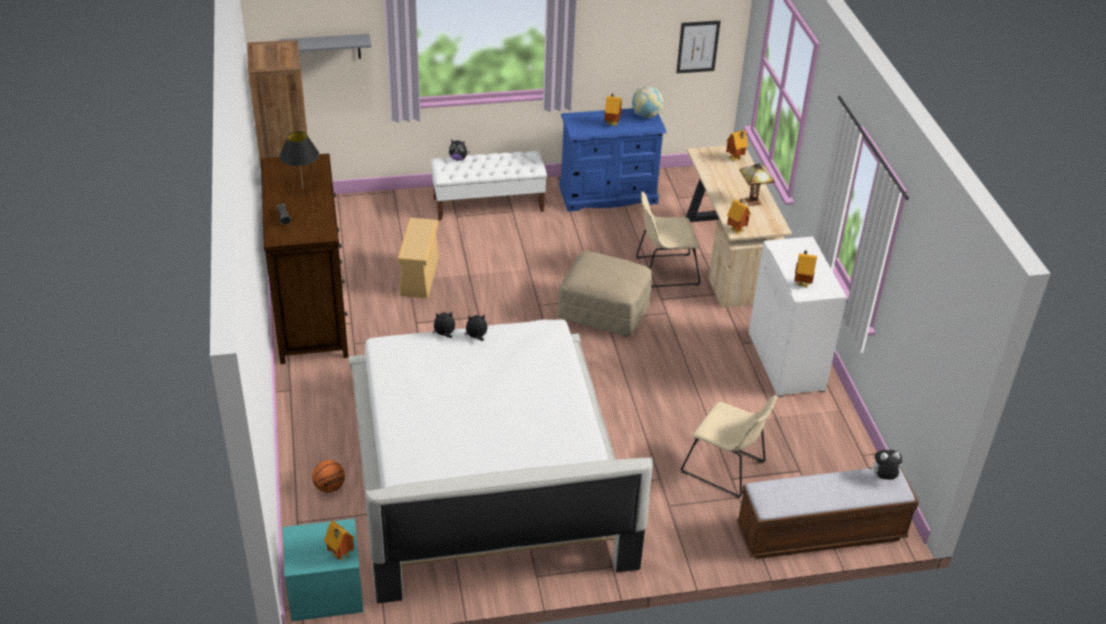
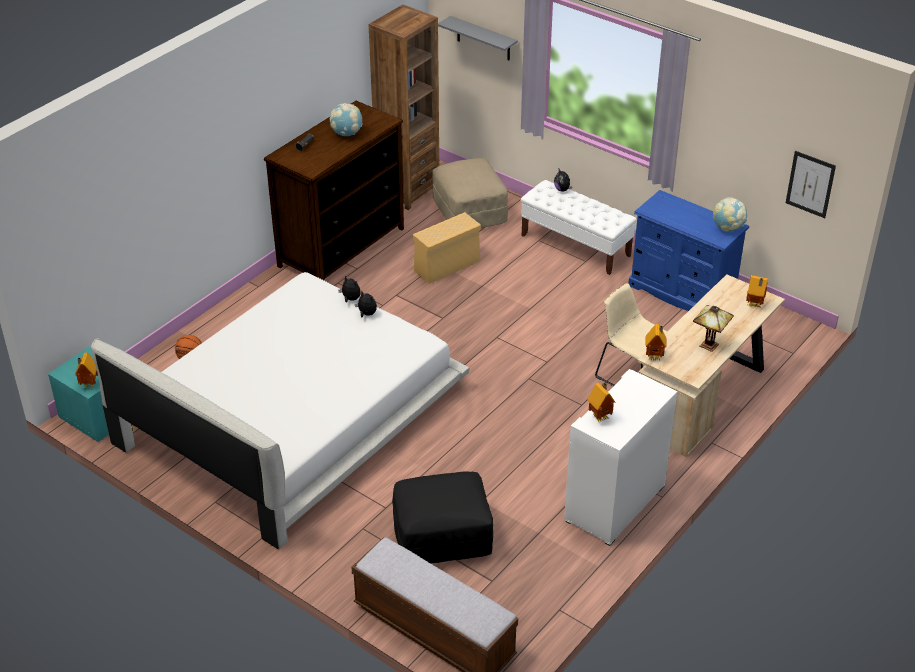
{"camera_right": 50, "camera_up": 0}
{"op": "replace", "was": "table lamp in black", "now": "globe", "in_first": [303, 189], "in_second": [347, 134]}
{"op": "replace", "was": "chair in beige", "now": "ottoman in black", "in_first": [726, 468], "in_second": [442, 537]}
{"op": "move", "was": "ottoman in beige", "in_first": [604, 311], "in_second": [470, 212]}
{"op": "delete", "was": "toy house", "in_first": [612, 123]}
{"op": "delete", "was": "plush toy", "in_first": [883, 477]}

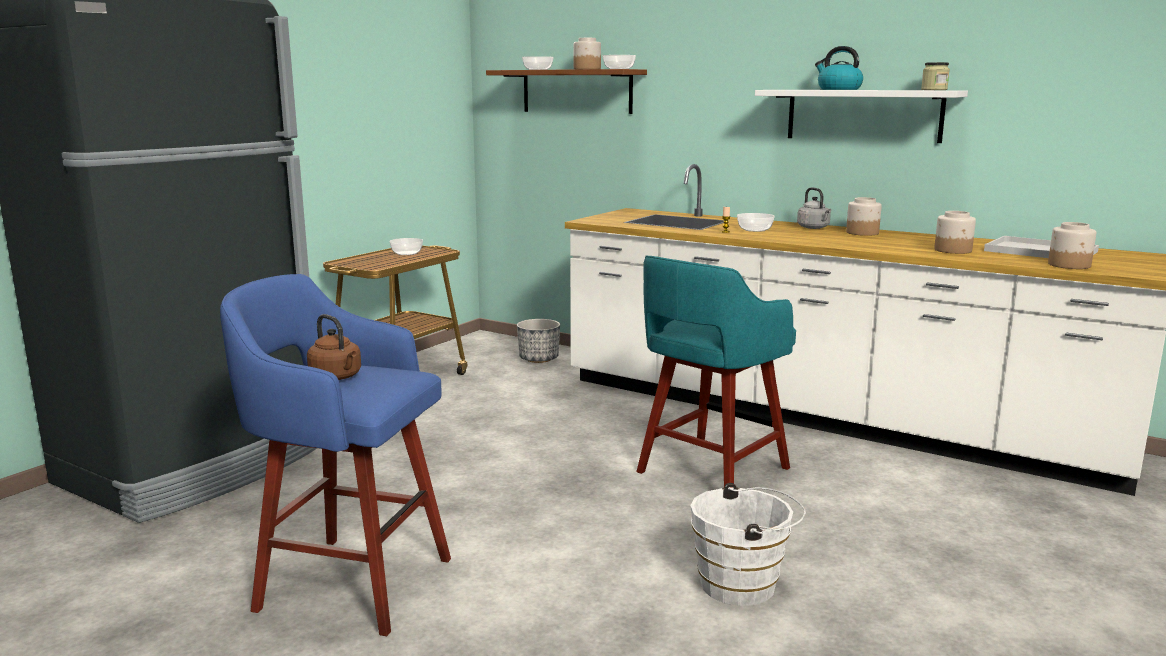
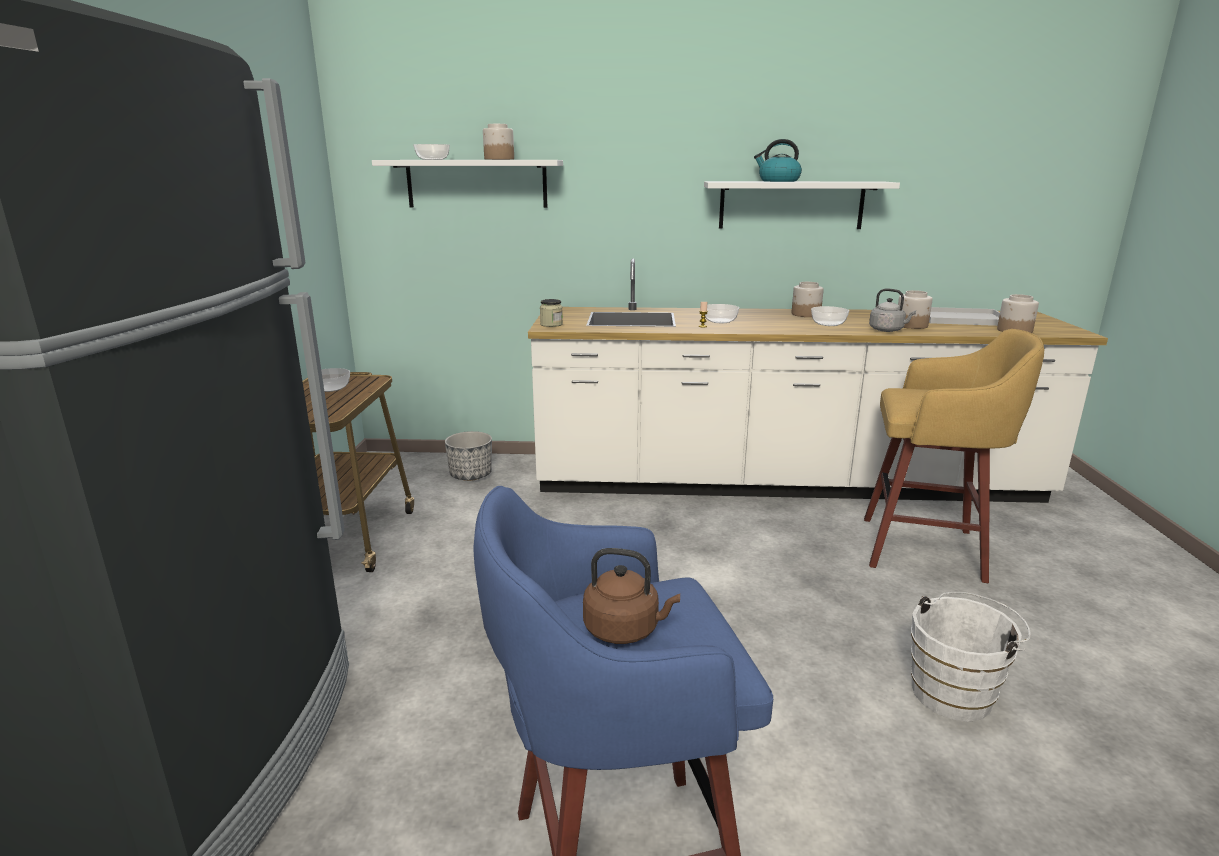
{"camera_right": -30, "camera_up": 5}
{"op": "recolor", "was": "shelf in brown", "now": "shelf in white", "in_first": [576, 91], "in_second": [477, 184]}
{"op": "move", "was": "jar", "in_first": [934, 90], "in_second": [551, 324]}
{"op": "move", "was": "bowl", "in_first": [619, 69], "in_second": [829, 324]}
{"op": "insert", "now": "stool in yellow", "in_second": [926, 549]}
{"op": "move", "was": "kettle in grey", "in_first": [814, 228], "in_second": [888, 330]}
{"op": "delete", "was": "stool in turquoise", "in_first": [710, 471]}

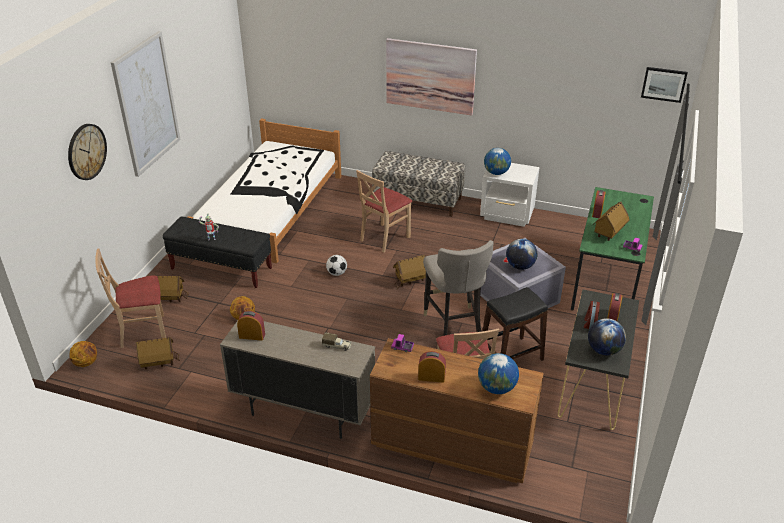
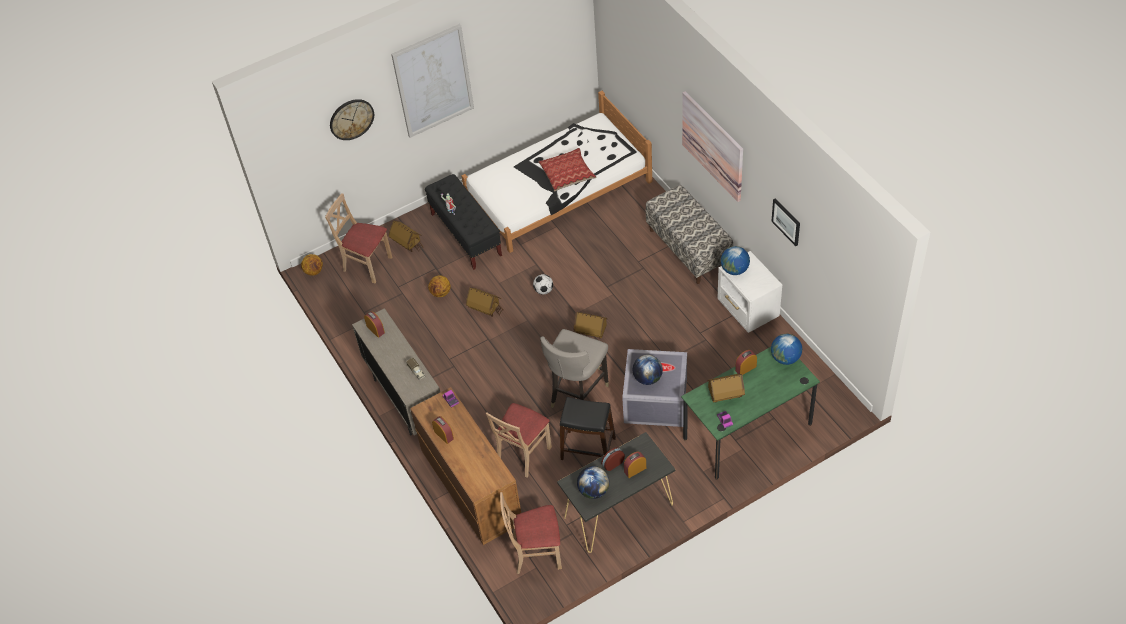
{"camera_right": 45, "camera_up": 15}
{"op": "move", "was": "toy house", "in_first": [159, 363], "in_second": [485, 309]}
{"op": "move", "was": "chair in beige", "in_first": [384, 238], "in_second": [536, 553]}
{"op": "insert", "now": "pillow", "in_second": [567, 174]}
{"op": "move", "was": "picture", "in_first": [663, 84], "in_second": [786, 221]}
{"op": "move", "was": "globe", "in_first": [496, 388], "in_second": [785, 358]}

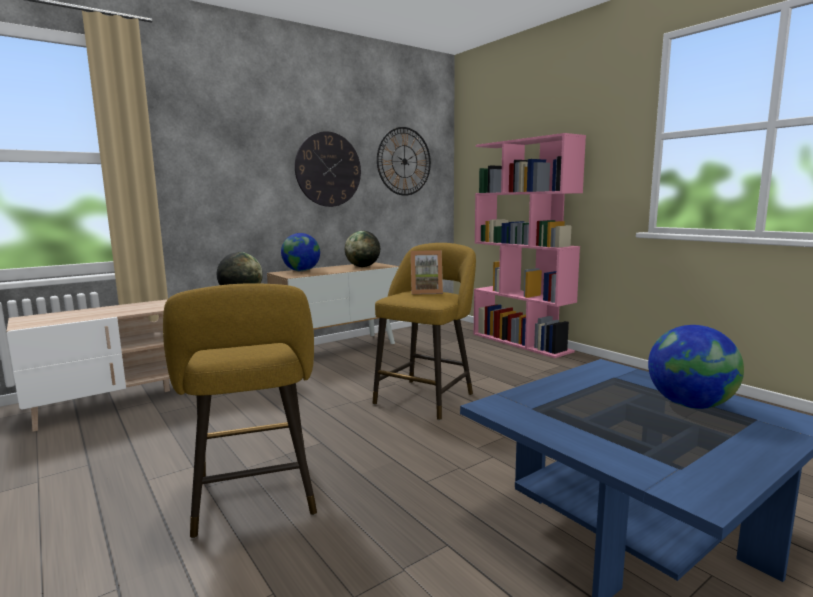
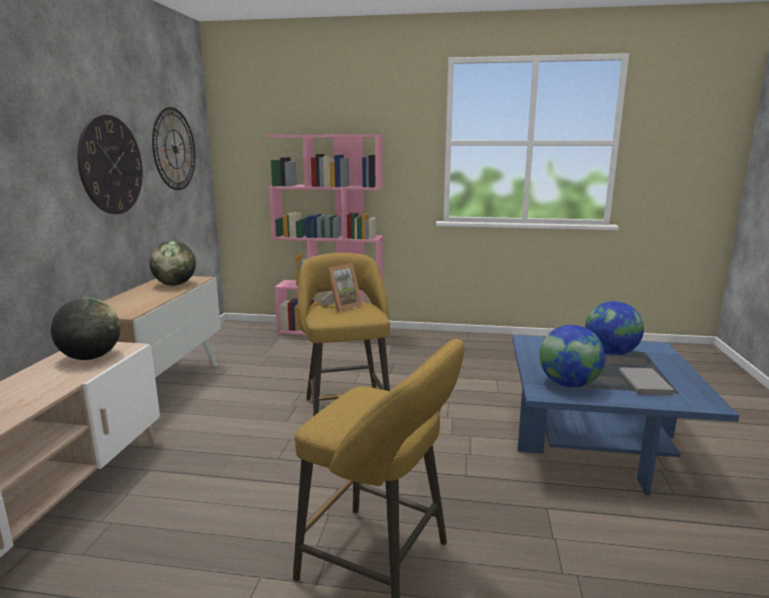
{"camera_right": -45, "camera_up": 5}
{"op": "move", "was": "globe", "in_first": [301, 271], "in_second": [568, 384]}
{"op": "insert", "now": "book in grey", "in_second": [645, 383]}

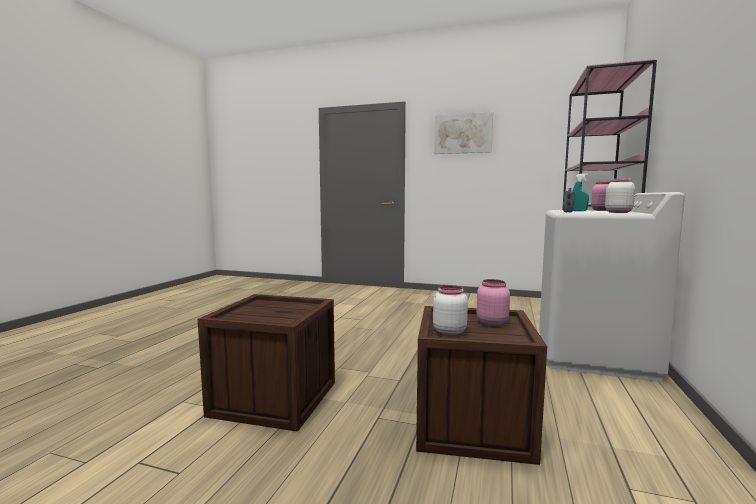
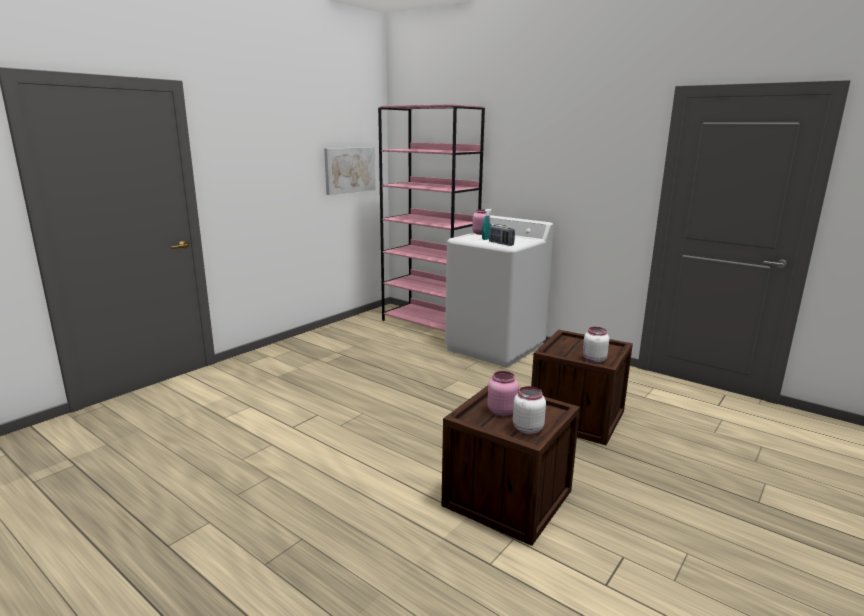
{"camera_right": -70, "camera_up": 10}
{"op": "move", "was": "picture", "in_first": [463, 133], "in_second": [349, 170]}
{"op": "move", "was": "jar in pink", "in_first": [492, 322], "in_second": [500, 411]}
{"op": "move", "was": "jar in white", "in_first": [617, 212], "in_second": [526, 429]}

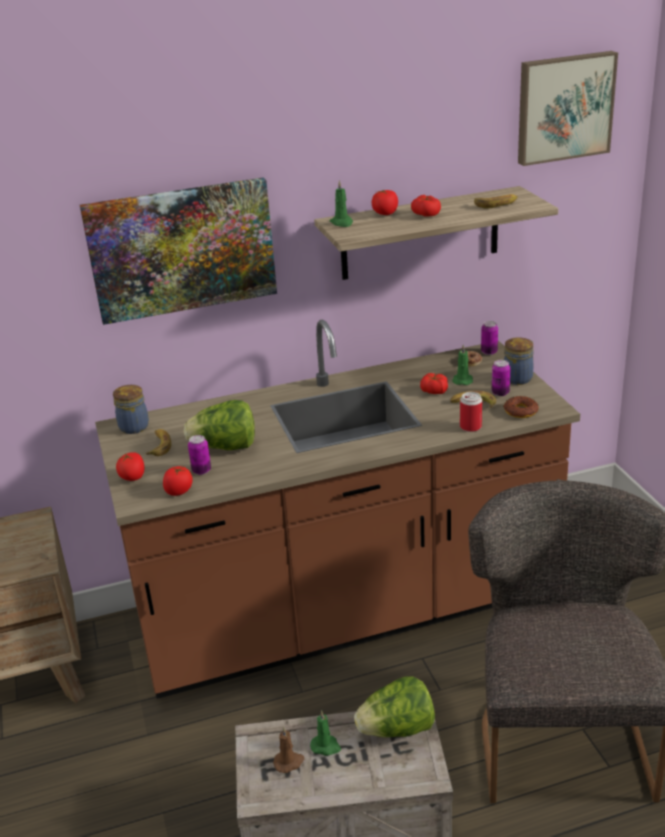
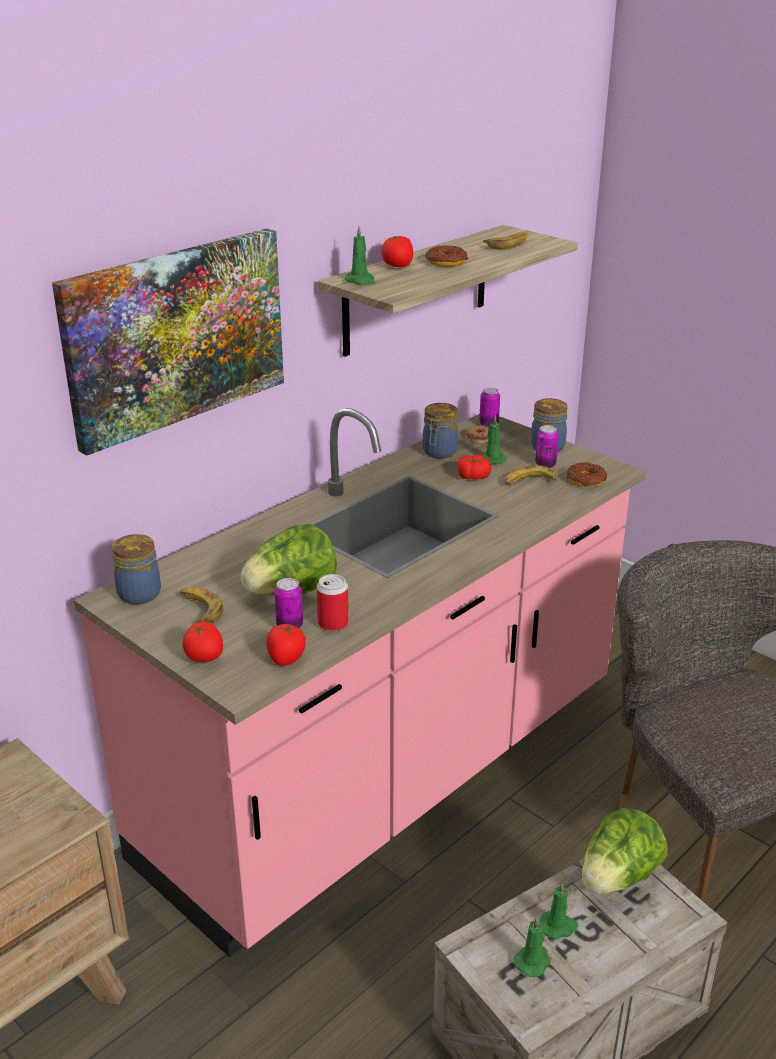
{"camera_right": -30, "camera_up": 0}
{"op": "recolor", "was": "counter in brown", "now": "counter in pink", "in_first": [345, 613], "in_second": [388, 774]}
{"op": "move", "was": "can", "in_first": [470, 427], "in_second": [333, 623]}
{"op": "insert", "now": "jar", "in_second": [439, 452]}
{"op": "replace", "was": "tomato", "now": "donut", "in_first": [426, 214], "in_second": [446, 262]}
{"op": "recolor", "was": "candle in brown", "now": "candle in green", "in_first": [289, 762], "in_second": [533, 961]}
{"op": "delete", "was": "picture", "in_first": [564, 107]}

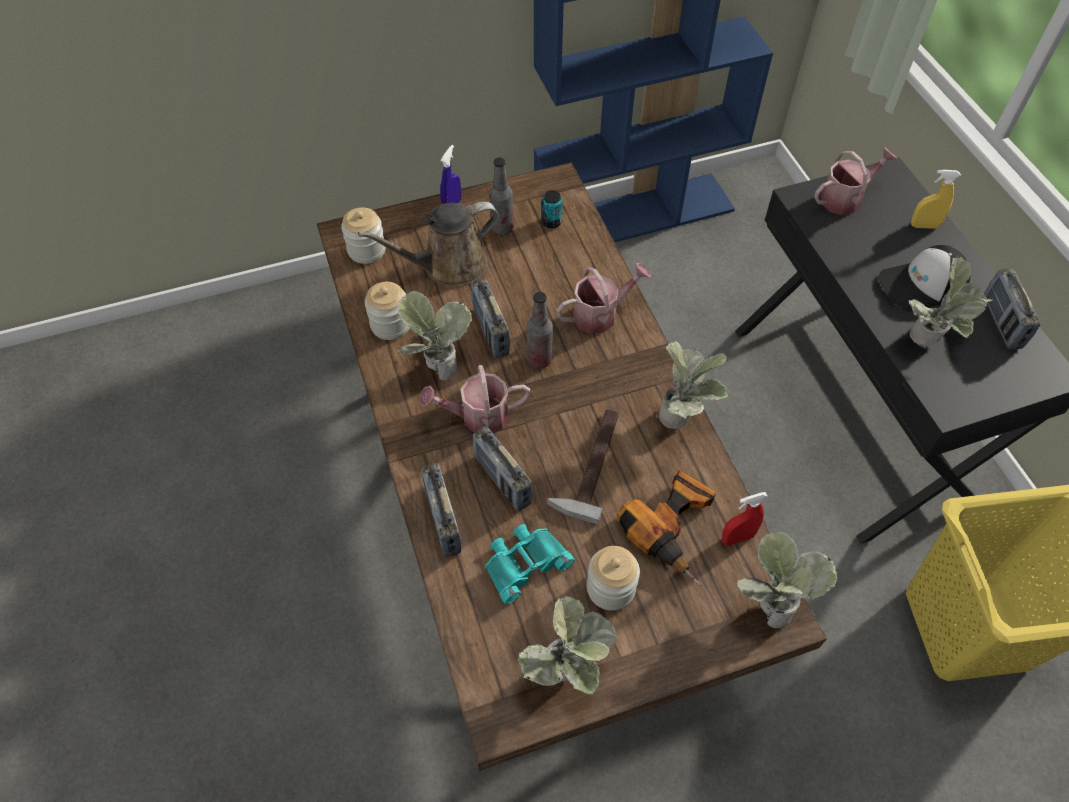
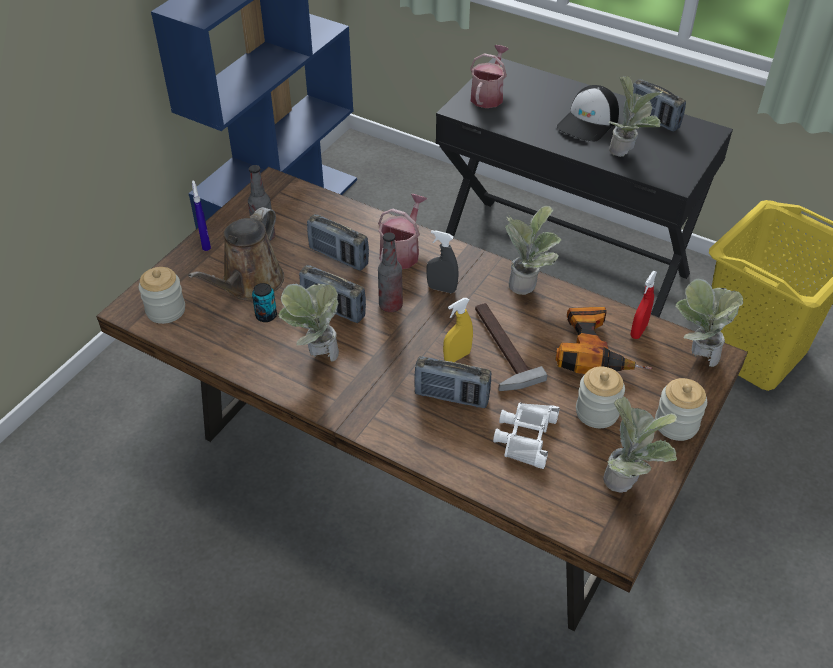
{"camera_right": -40, "camera_up": -10}
{"op": "move", "was": "can", "in_first": [551, 222], "in_second": [266, 315]}
{"op": "move", "was": "radio", "in_first": [443, 521], "in_second": [338, 257]}
{"op": "insert", "now": "spray bottle in grey", "in_second": [441, 289]}
{"op": "move", "was": "spray bottle in yellow", "in_first": [924, 226], "in_second": [457, 356]}
{"op": "recolor", "was": "binoculars in turquoise", "now": "binoculars in white", "in_first": [524, 563], "in_second": [525, 436]}
{"op": "move", "was": "jar", "in_first": [390, 324], "in_second": [676, 424]}
{"op": "delete", "was": "watering can", "in_first": [477, 416]}

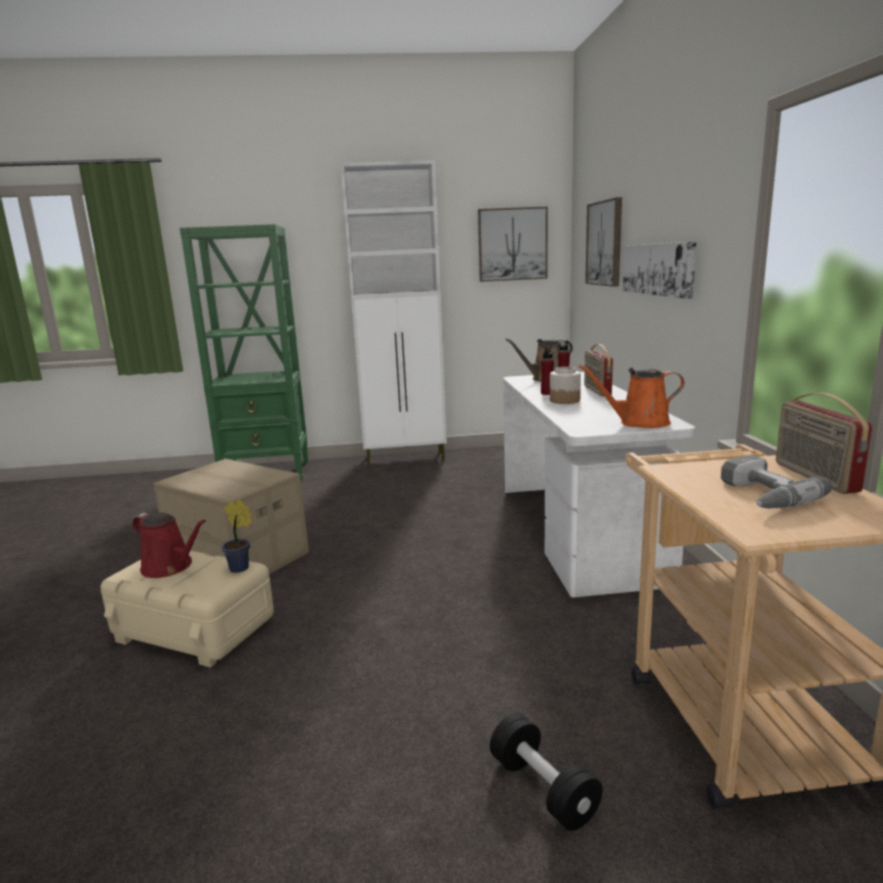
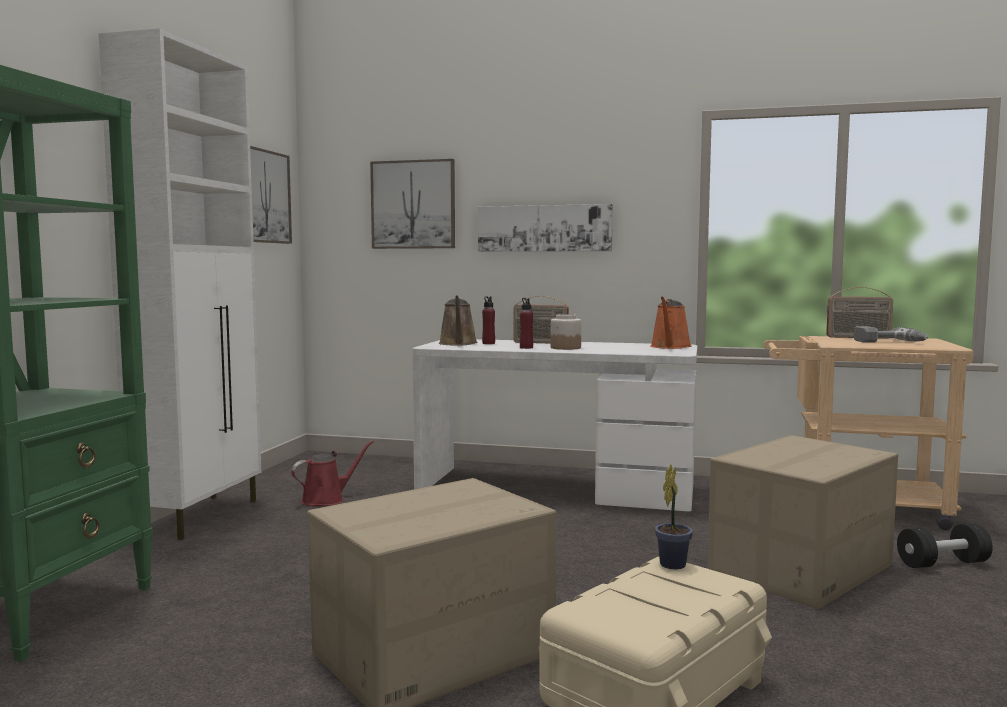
{"camera_right": -70, "camera_up": -10}
{"op": "move", "was": "watering can in red", "in_first": [170, 567], "in_second": [327, 499]}
{"op": "insert", "now": "cardboard box", "in_second": [802, 569]}

